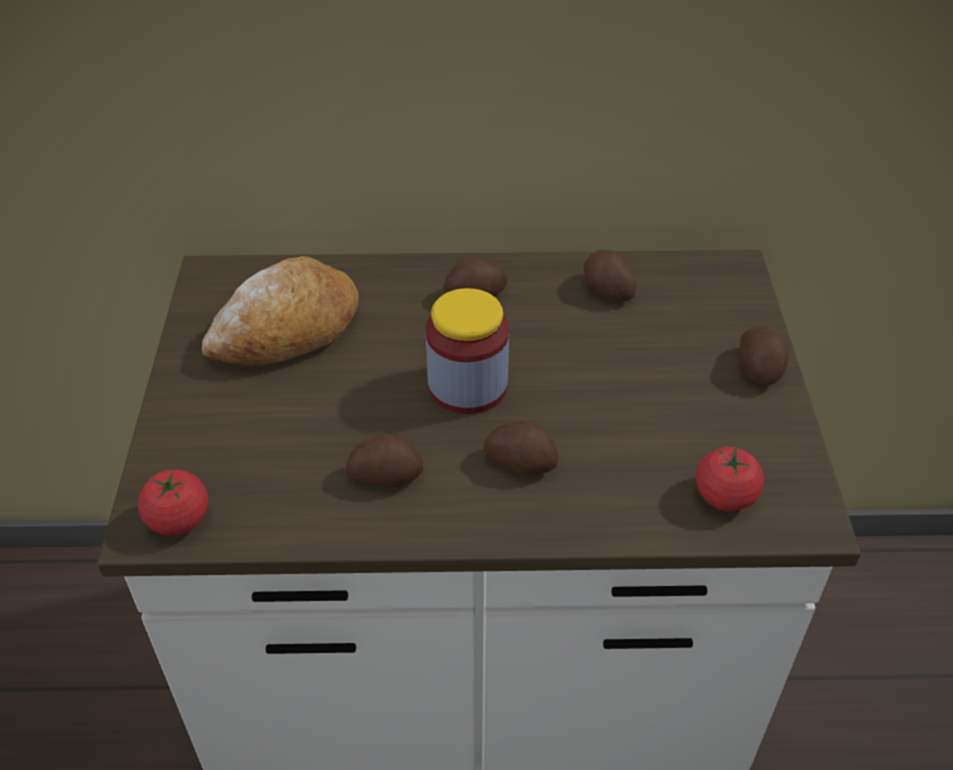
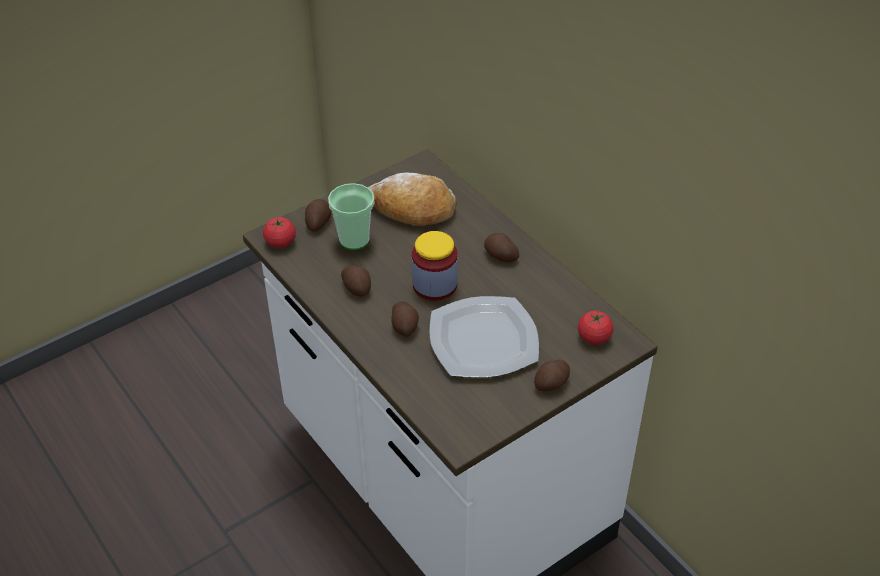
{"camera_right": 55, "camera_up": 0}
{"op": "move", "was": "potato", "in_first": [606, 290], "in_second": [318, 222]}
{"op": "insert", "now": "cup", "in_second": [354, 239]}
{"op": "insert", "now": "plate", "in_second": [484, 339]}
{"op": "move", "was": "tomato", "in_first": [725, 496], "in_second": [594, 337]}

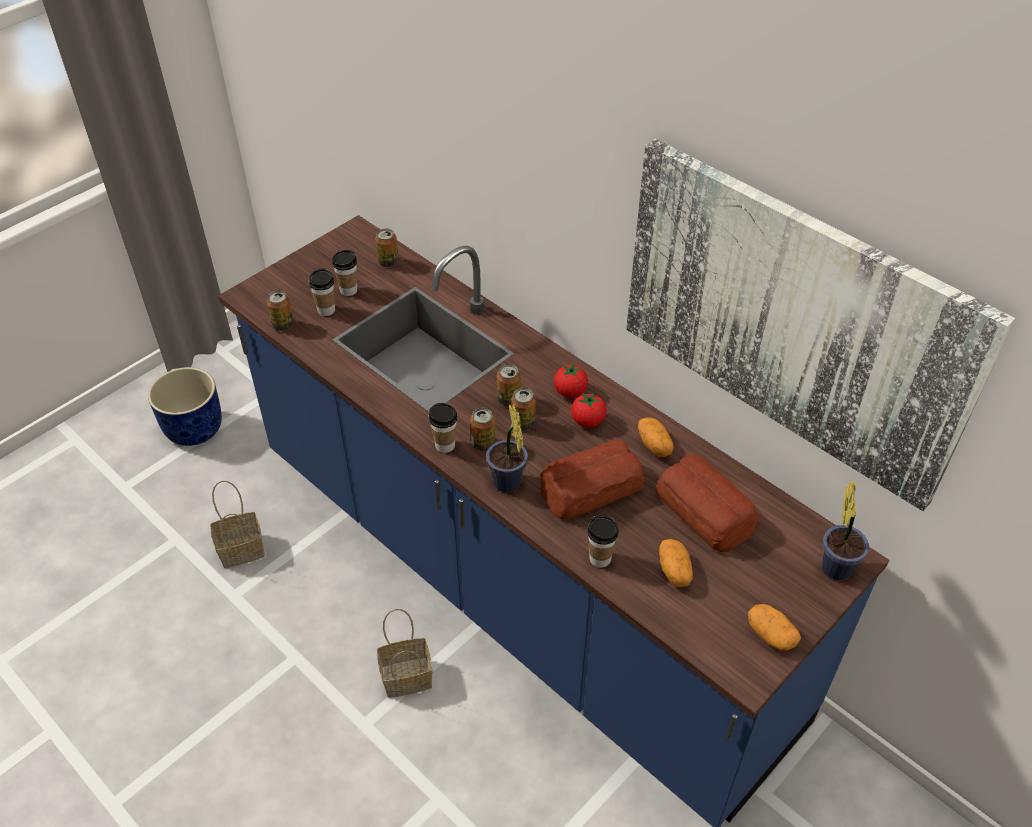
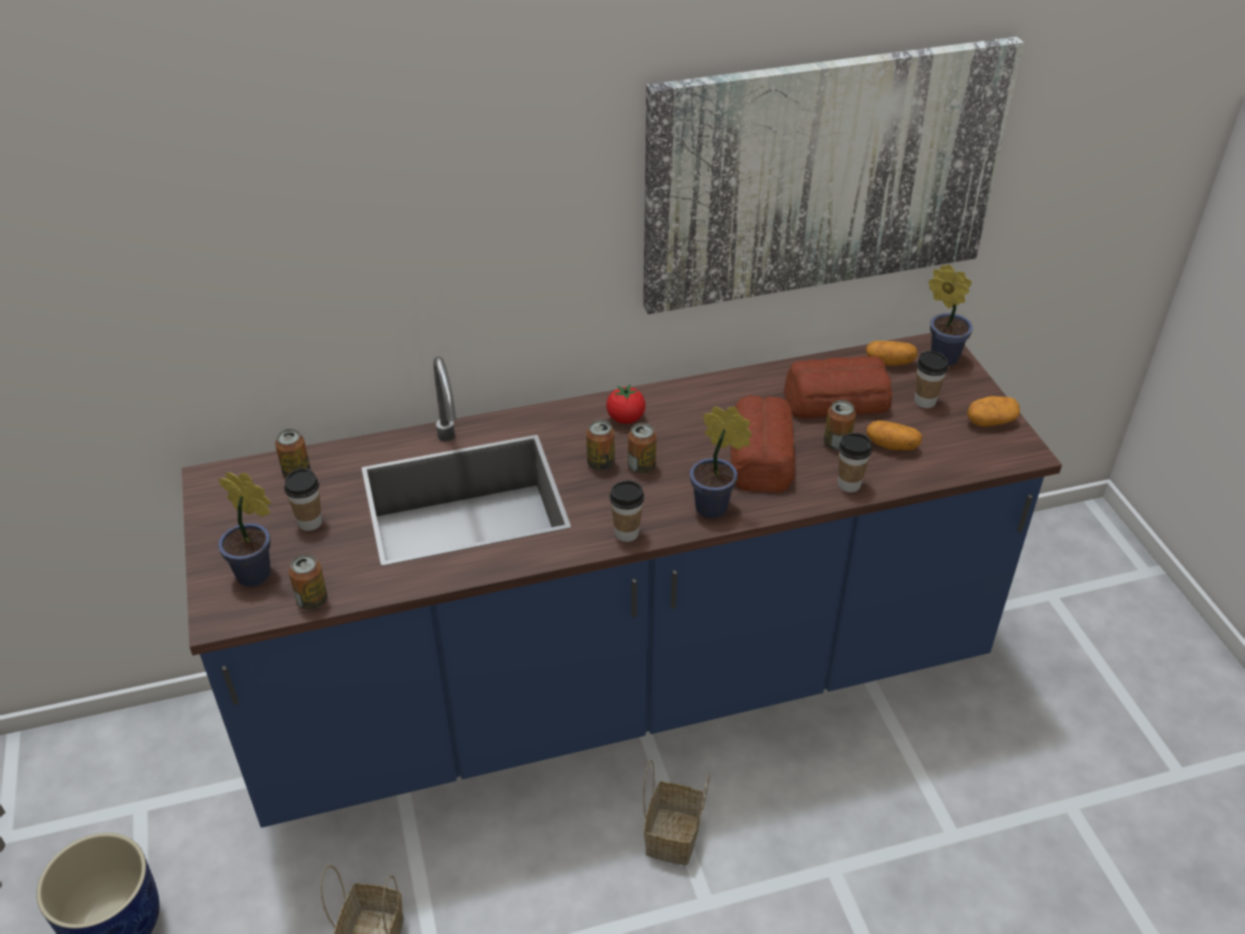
{"camera_right": -60, "camera_up": -5}
{"op": "insert", "now": "potted plant", "in_second": [258, 576]}
{"op": "move", "was": "can", "in_first": [483, 443], "in_second": [837, 443]}
{"op": "move", "was": "potato", "in_first": [654, 445], "in_second": [889, 362]}
{"op": "move", "was": "cup", "in_first": [326, 310], "in_second": [925, 401]}
{"op": "delete", "was": "tomato", "in_first": [587, 421]}

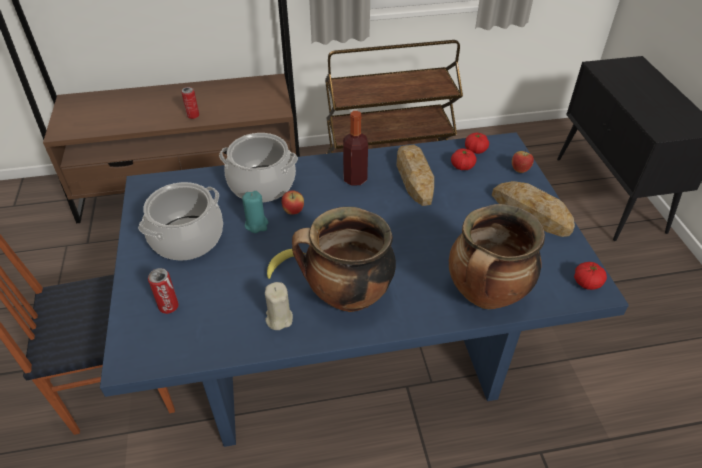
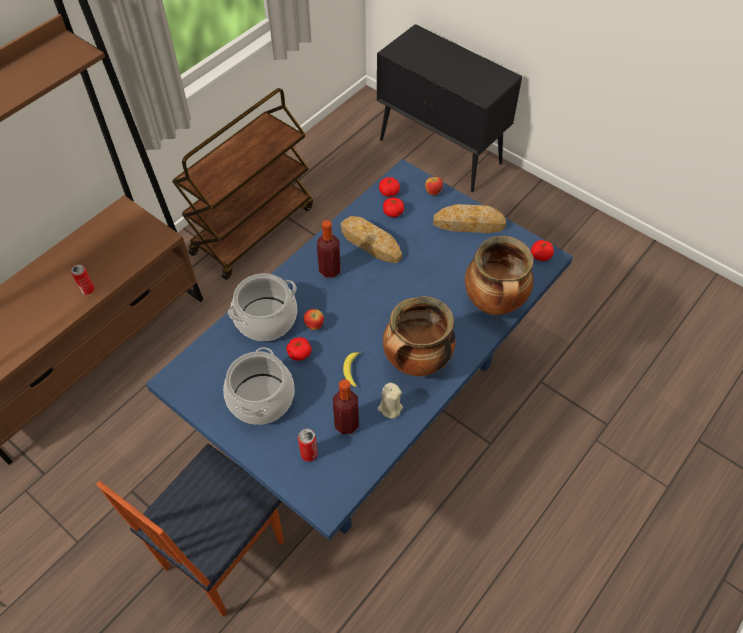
{"camera_right": -40, "camera_up": 10}
{"op": "replace", "was": "candle in turquoise", "now": "tomato", "in_first": [256, 224], "in_second": [299, 353]}
{"op": "insert", "now": "bottle", "in_second": [346, 424]}

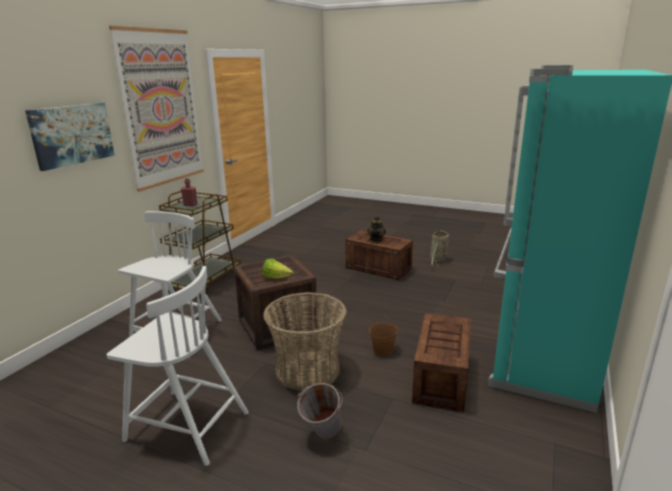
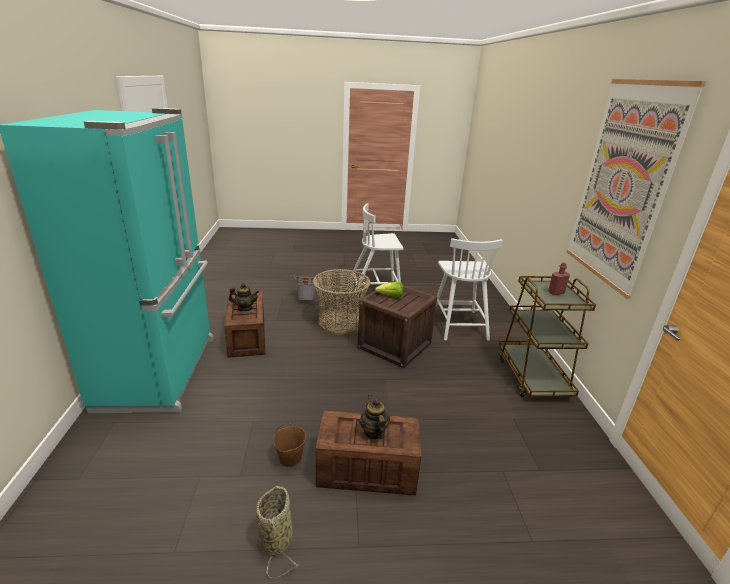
{"camera_right": 150, "camera_up": 5}
{"op": "insert", "now": "teapot", "in_second": [245, 308]}
{"op": "move", "was": "bucket in brown", "in_first": [383, 350], "in_second": [290, 458]}
{"op": "delete", "was": "picture", "in_first": [72, 134]}

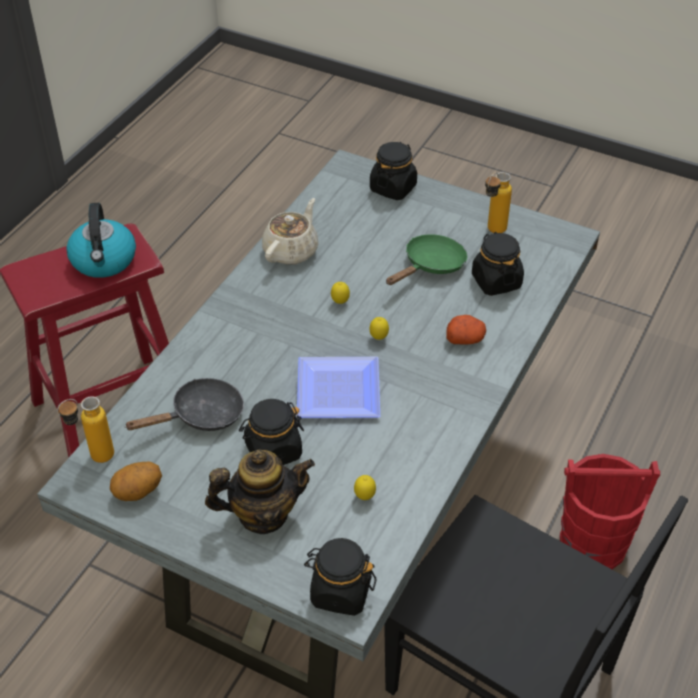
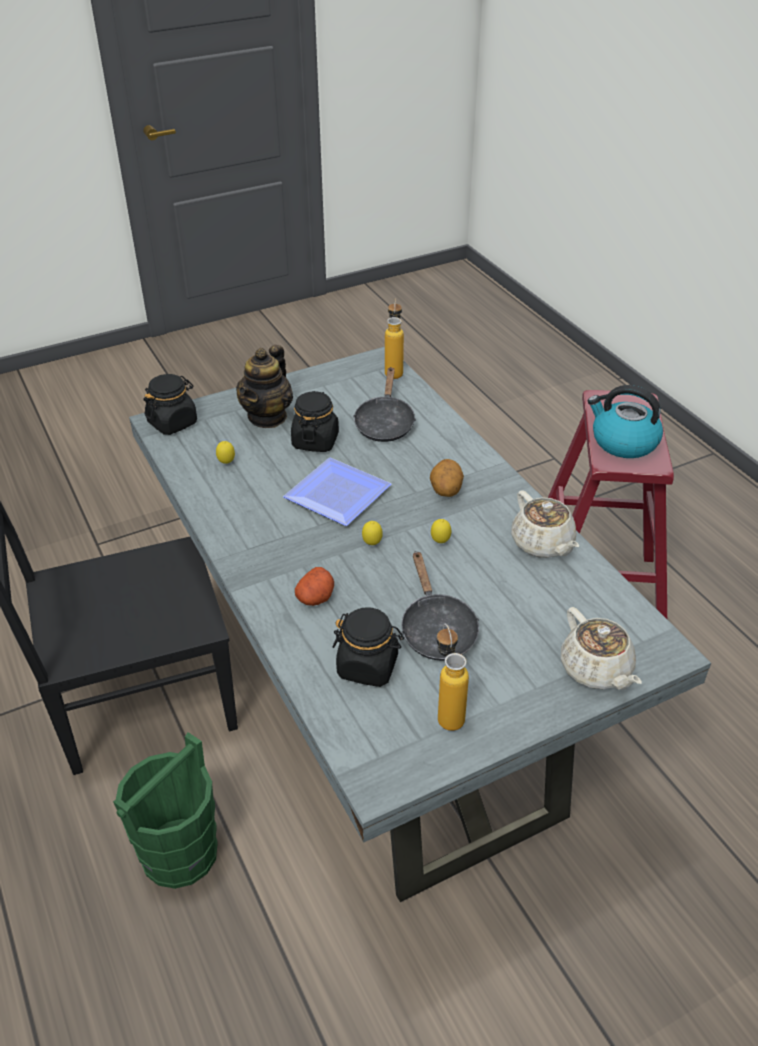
{"camera_right": 125, "camera_up": -5}
{"op": "recolor", "was": "bucket in red", "now": "bucket in green", "in_first": [594, 543], "in_second": [178, 853]}
{"op": "recolor", "was": "frying pan in green", "now": "frying pan in black", "in_first": [431, 266], "in_second": [436, 629]}
{"op": "move", "was": "potato", "in_first": [138, 492], "in_second": [445, 491]}
{"op": "replace", "was": "jar in black", "now": "teapot in beige", "in_first": [393, 188], "in_second": [596, 670]}

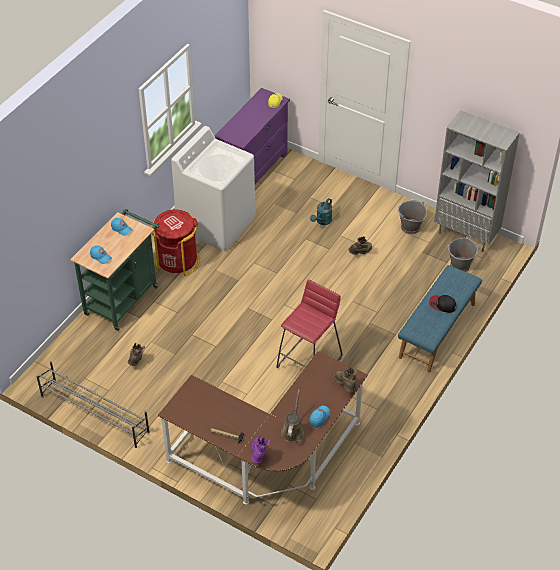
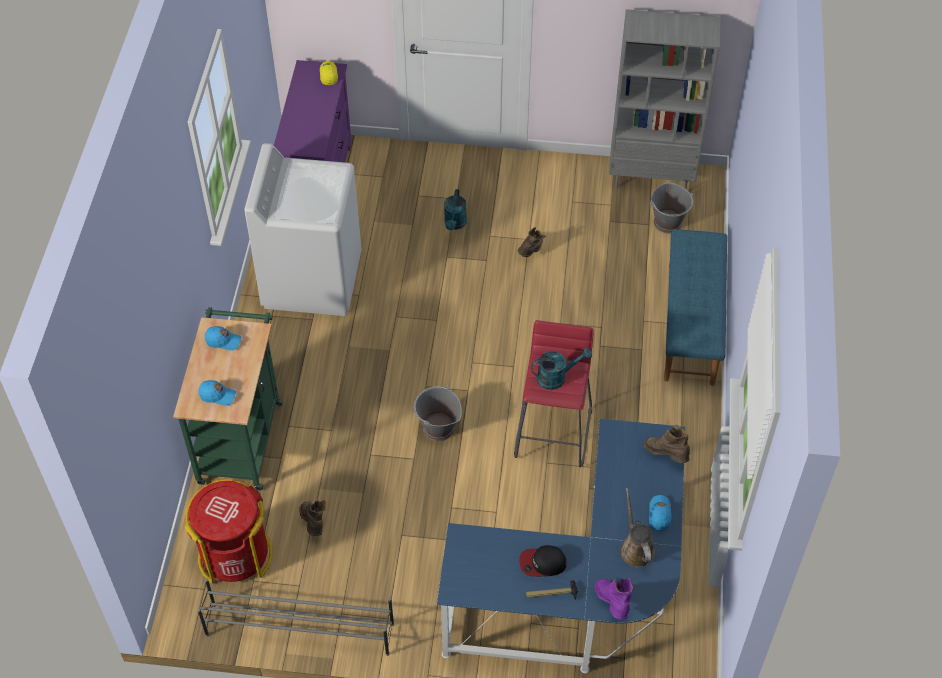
{"camera_right": -25, "camera_up": 5}
{"op": "move", "was": "trash can in red", "in_first": [177, 261], "in_second": [235, 554]}
{"op": "move", "was": "bucket in grey", "in_first": [410, 227], "in_second": [438, 428]}
{"op": "recolor", "was": "desk in brown", "now": "desk in blue", "in_first": [269, 459], "in_second": [581, 594]}
{"op": "move", "was": "cap", "in_first": [442, 305], "in_second": [542, 563]}
{"op": "insert", "now": "watering can in turquoise", "in_second": [556, 377]}

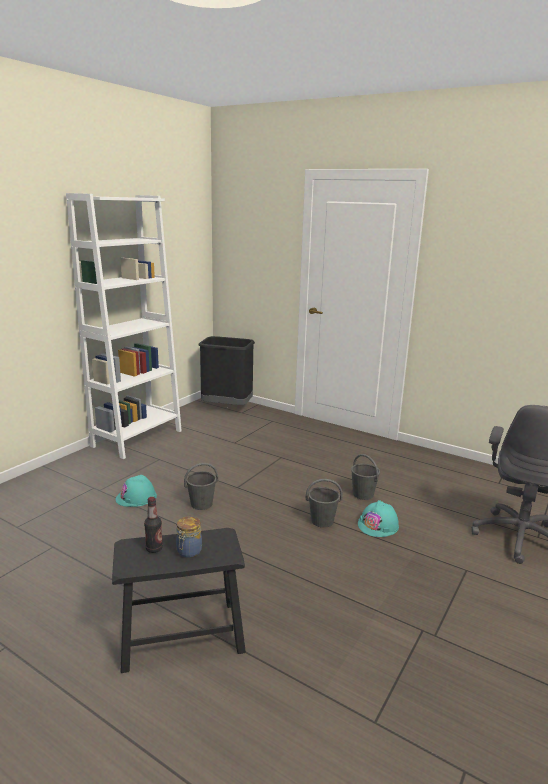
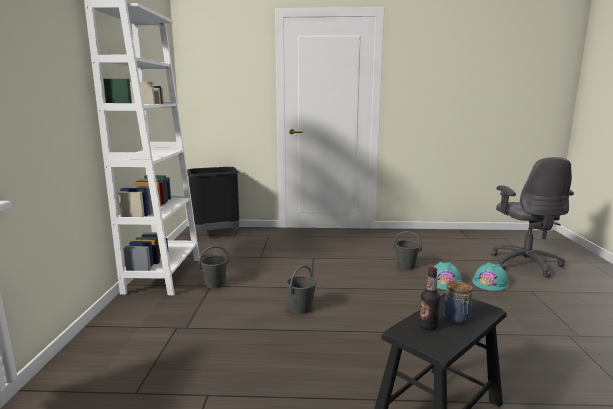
{"camera_right": -30, "camera_up": -5}
{"op": "move", "was": "bucket in grey", "in_first": [321, 521], "in_second": [215, 284]}
{"op": "move", "was": "hard hat in turquoise", "in_first": [136, 497], "in_second": [490, 283]}

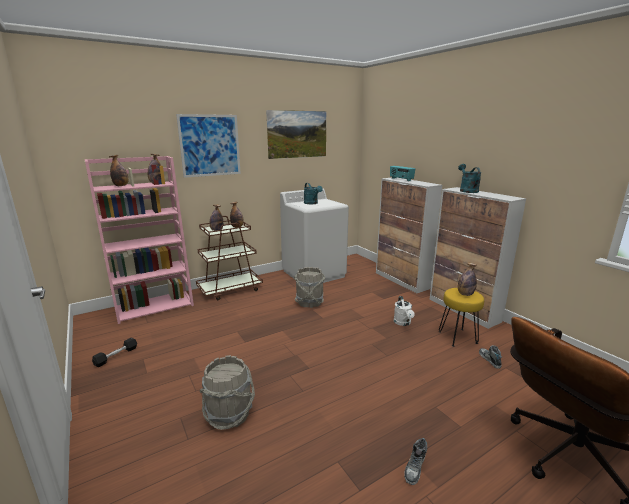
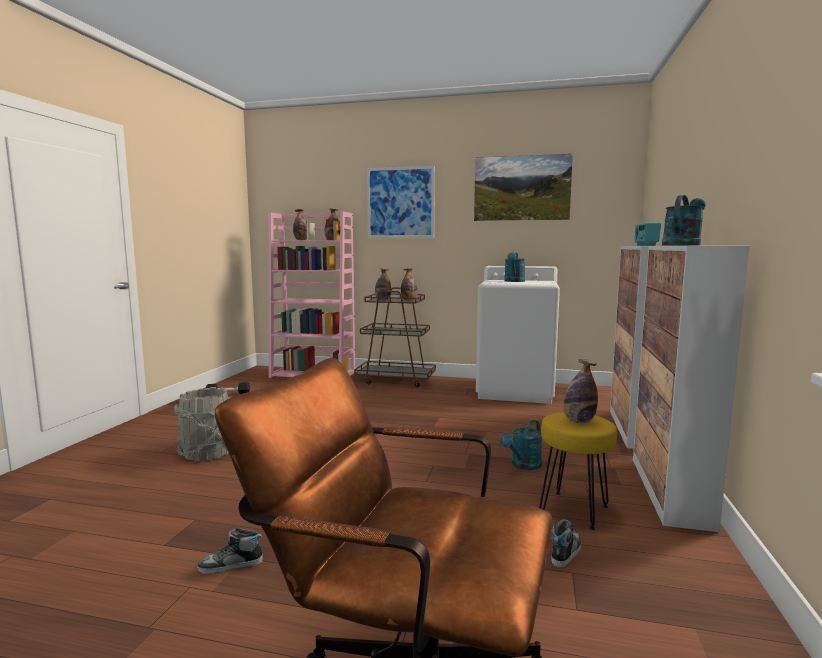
{"camera_right": 45, "camera_up": -10}
{"op": "recolor", "was": "watering can in white", "now": "watering can in turquoise", "in_first": [403, 323], "in_second": [523, 465]}
{"op": "delete", "was": "bucket in grey", "in_first": [309, 302]}

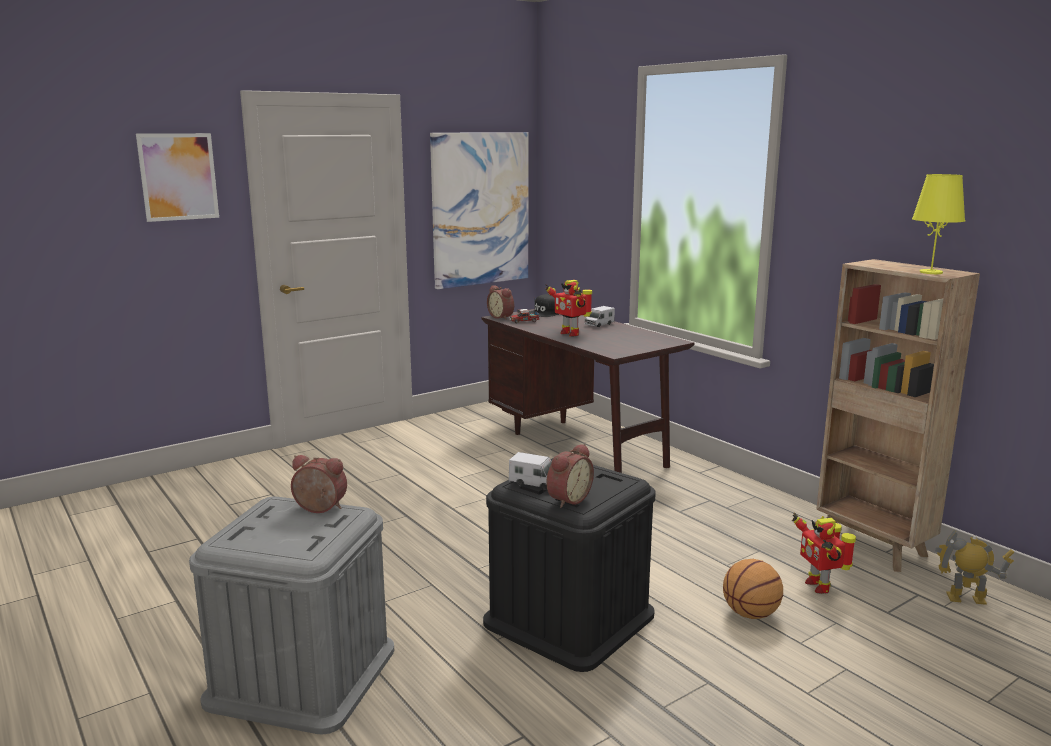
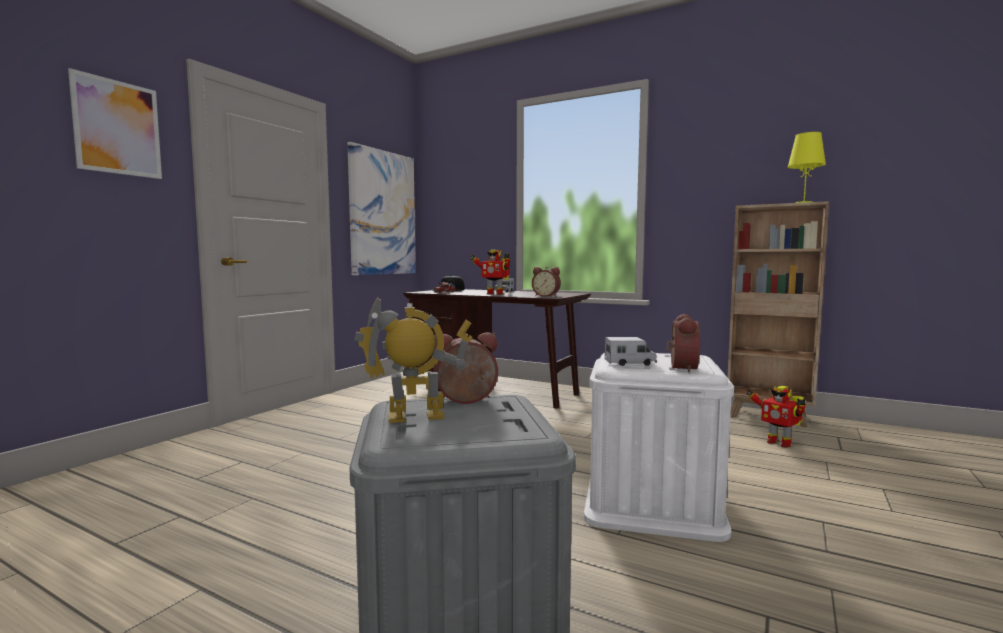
{"camera_right": -25, "camera_up": -10}
{"op": "move", "was": "toy robot", "in_first": [966, 599], "in_second": [415, 417]}
{"op": "move", "was": "alarm clock", "in_first": [502, 317], "in_second": [546, 296]}
{"op": "recolor", "was": "storage box in black", "now": "storage box in white", "in_first": [569, 618], "in_second": [652, 501]}
{"op": "delete", "was": "basketball", "in_first": [750, 614]}

